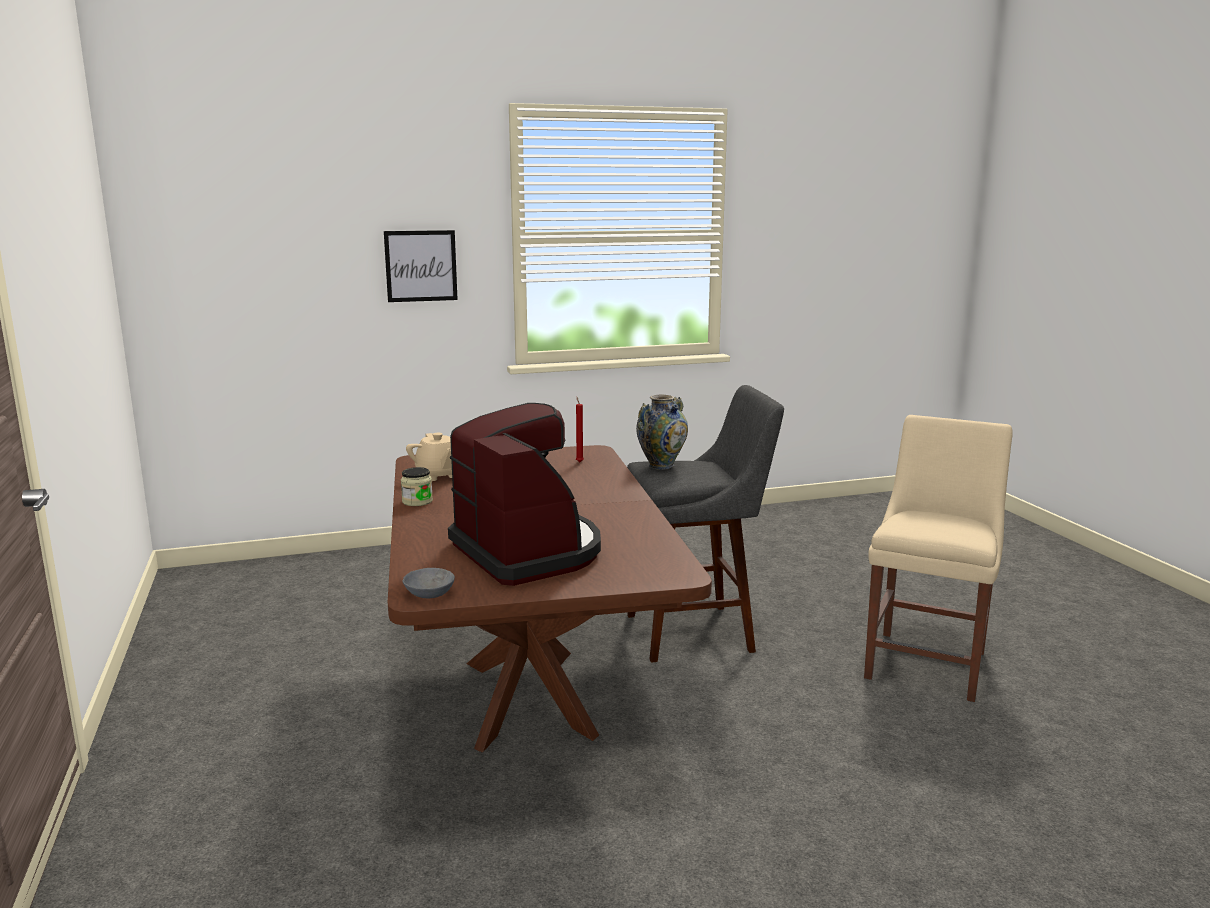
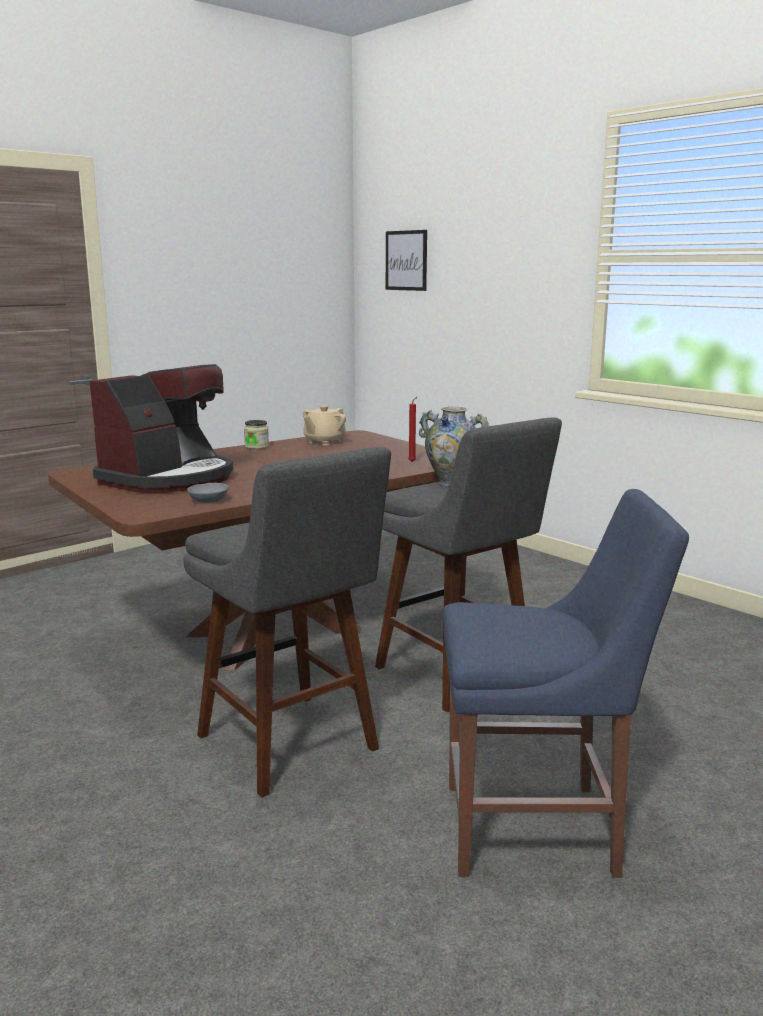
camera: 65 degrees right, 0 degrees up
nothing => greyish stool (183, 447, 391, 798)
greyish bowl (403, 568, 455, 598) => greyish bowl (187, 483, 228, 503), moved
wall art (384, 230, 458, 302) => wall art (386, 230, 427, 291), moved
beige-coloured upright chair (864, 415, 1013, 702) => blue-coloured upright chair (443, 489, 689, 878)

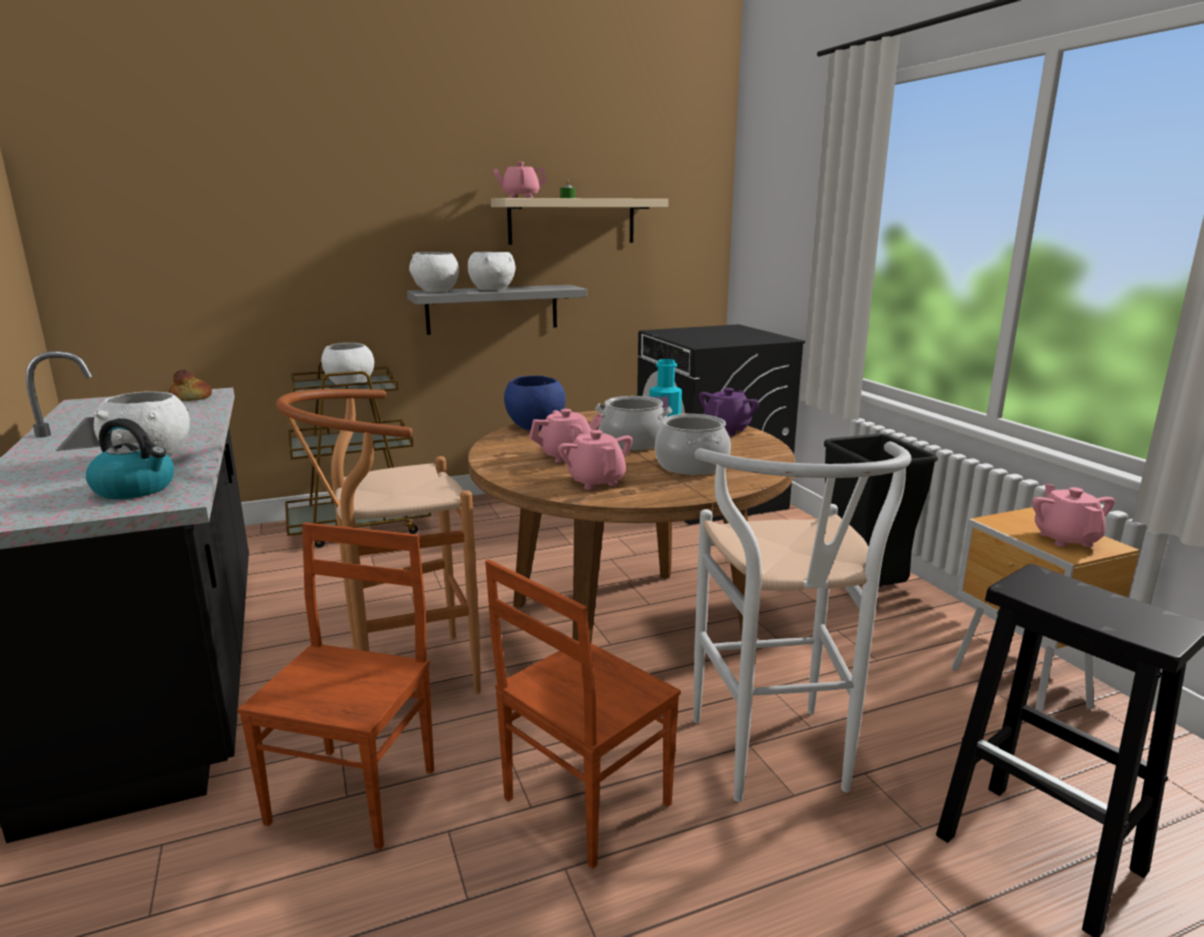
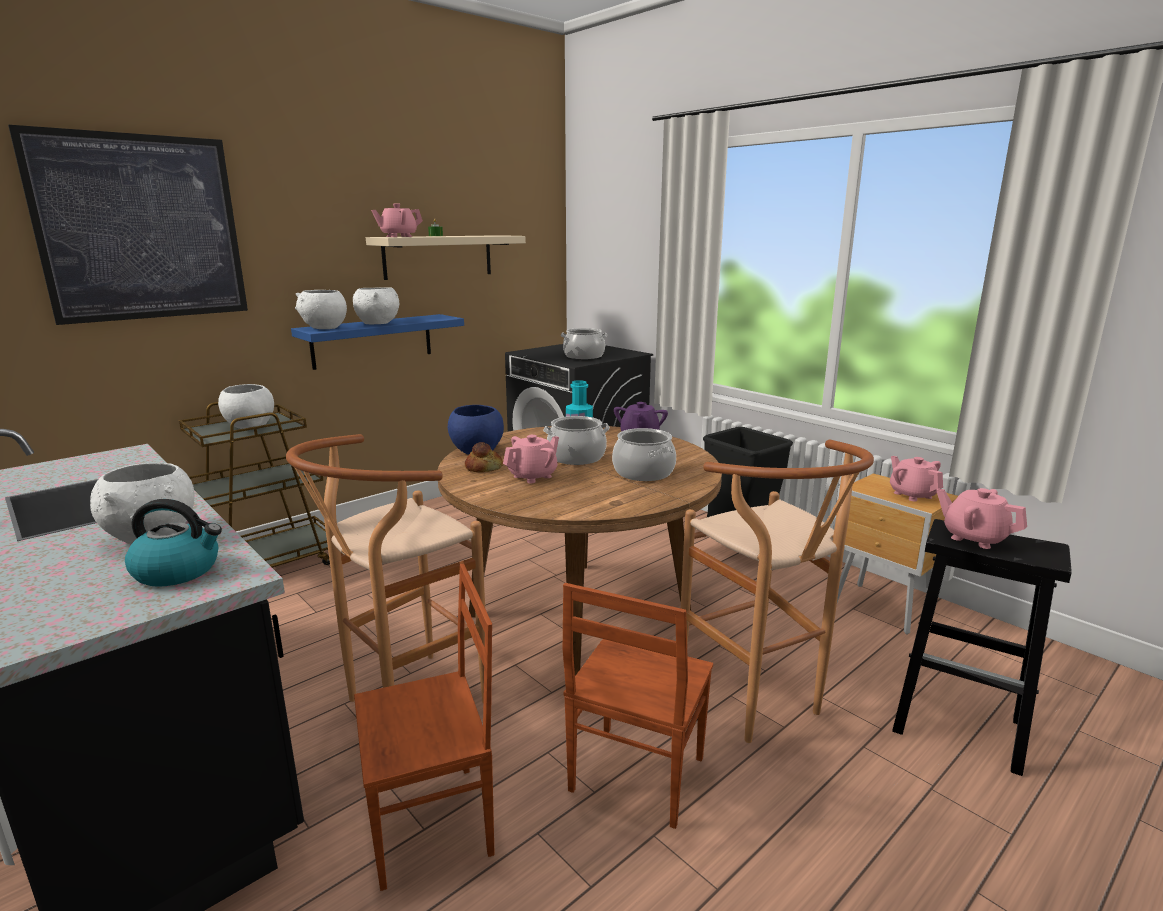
camera: 20 degrees left, 0 degrees up
nothing => wall art (8, 125, 248, 325)
greyish shelf (407, 285, 587, 335) => blue-coloured shelf (291, 314, 464, 370)
brown upright chair (237, 522, 434, 850) => brown upright chair (354, 564, 495, 891), 75 degrees clockwise
bakery bread (168, 370, 212, 401) => bakery bread (465, 442, 503, 472), moved
nothing => stockpot (561, 328, 608, 360)
white-coloured stool (694, 441, 912, 802) => brown stool (681, 440, 874, 743)
pink teapot (558, 430, 633, 490) => pink teapot (936, 488, 1027, 549), moved

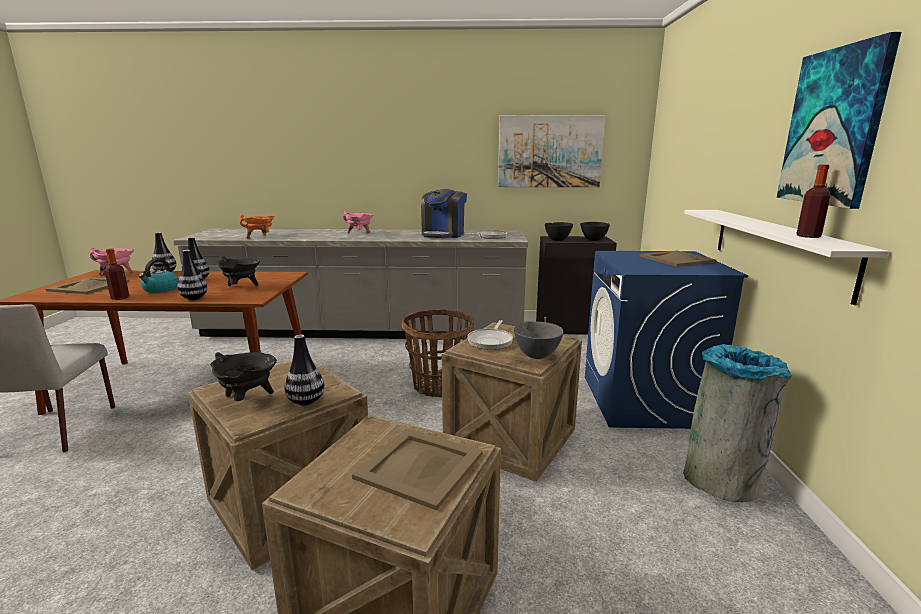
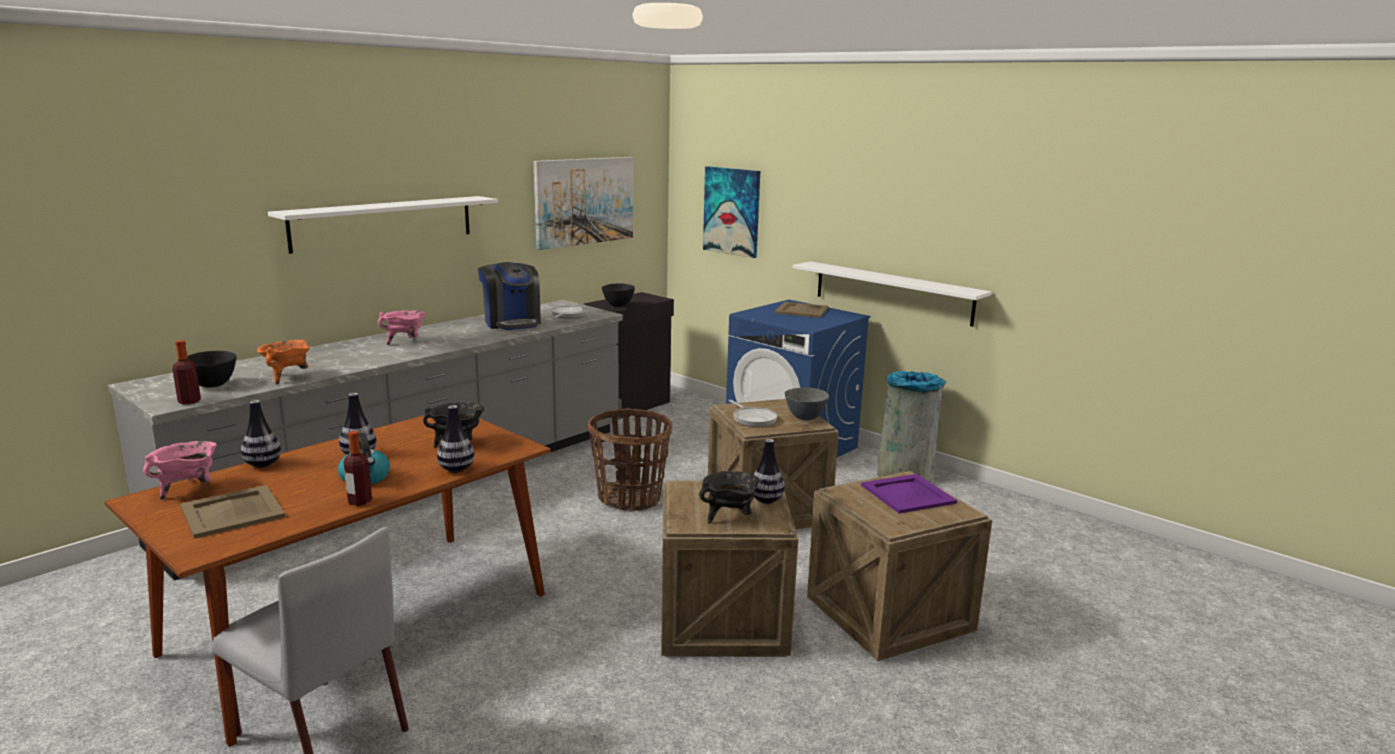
camera: 50 degrees left, 0 degrees up
drink bottle (796, 165, 831, 238) => drink bottle (172, 340, 201, 405), moved
black-coloured bowl (580, 222, 610, 241) => black-coloured bowl (188, 351, 236, 388), moved
nothing => white-coloured shelf (268, 196, 498, 254)
wall art (777, 32, 901, 209) => wall art (703, 166, 760, 258), moved
beige-coloured tray (352, 428, 483, 511) => purple-coloured tray (861, 474, 957, 514)

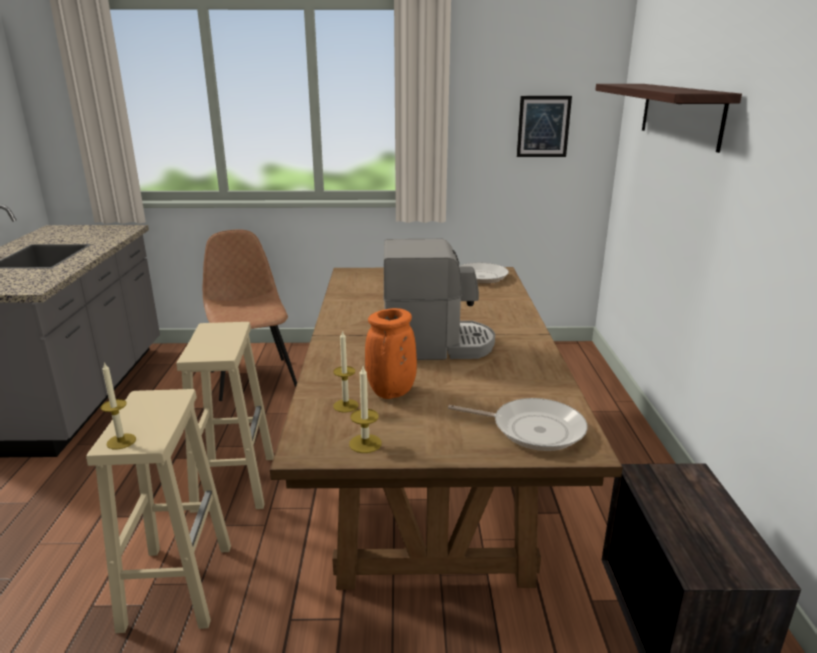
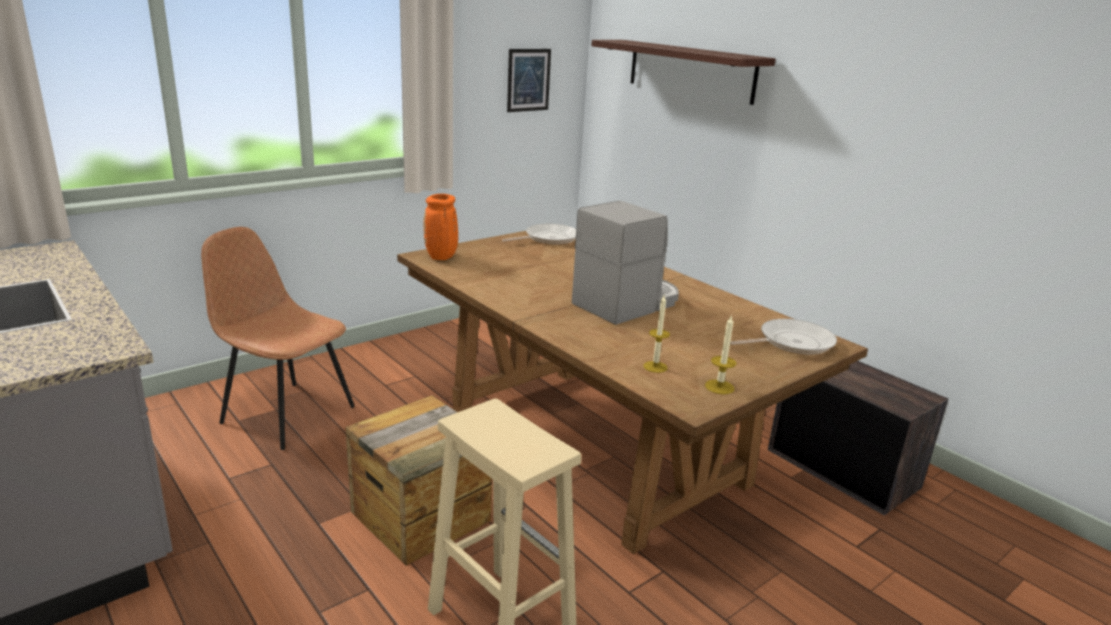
camera: 40 degrees left, 0 degrees up
beige-coloured stool (177, 322, 274, 513) => crate (346, 395, 492, 566)
orange-coloured decorative vase (365, 308, 417, 399) => orange-coloured decorative vase (424, 194, 458, 260), moved
wax candle (101, 362, 136, 450) => nothing

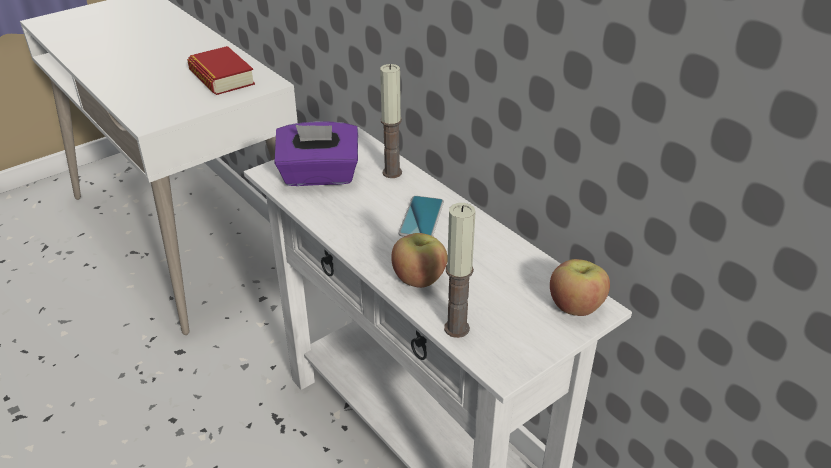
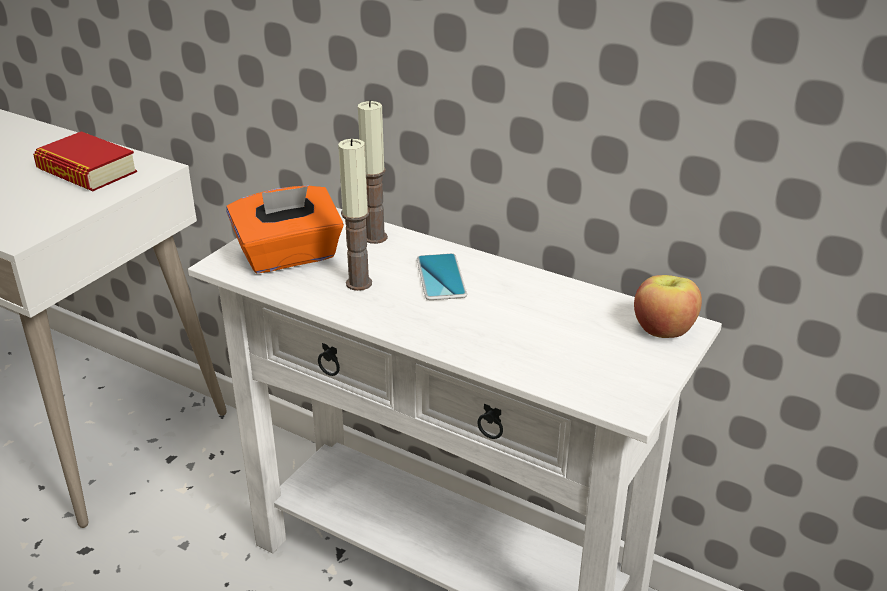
camera: 20 degrees left, 5 degrees down
purple-coloured tissue box (274, 121, 358, 186) => orange-coloured tissue box (226, 186, 344, 274)
wax candle (444, 203, 476, 338) => wax candle (338, 139, 372, 291), moved
whole apple (391, 233, 448, 288) => nothing

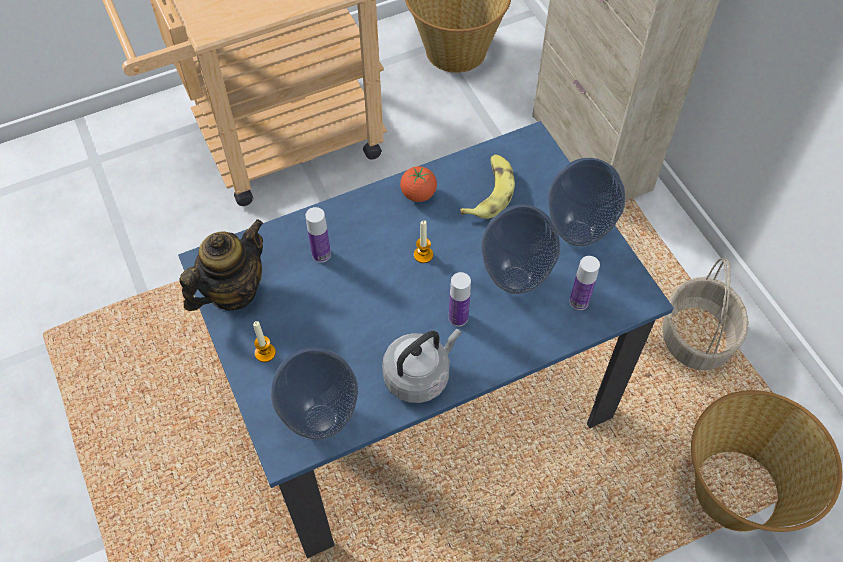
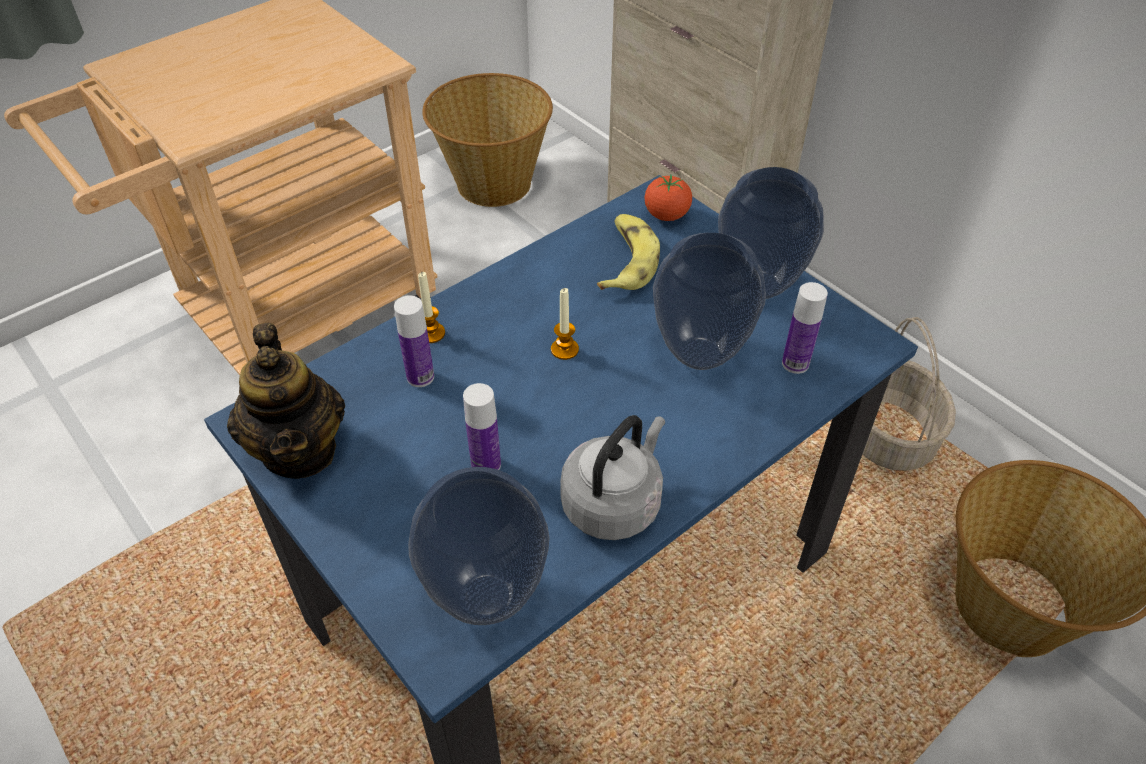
camera: 15 degrees left, 10 degrees down
teapot (179, 219, 263, 311) => teapot (227, 323, 345, 479), 135 degrees clockwise
wax candle (253, 321, 276, 362) => wax candle (418, 272, 445, 343), moved
drink bottle (449, 272, 471, 326) => drink bottle (463, 383, 501, 470), moved
whole tomato (400, 166, 437, 202) => whole tomato (645, 174, 692, 221), moved

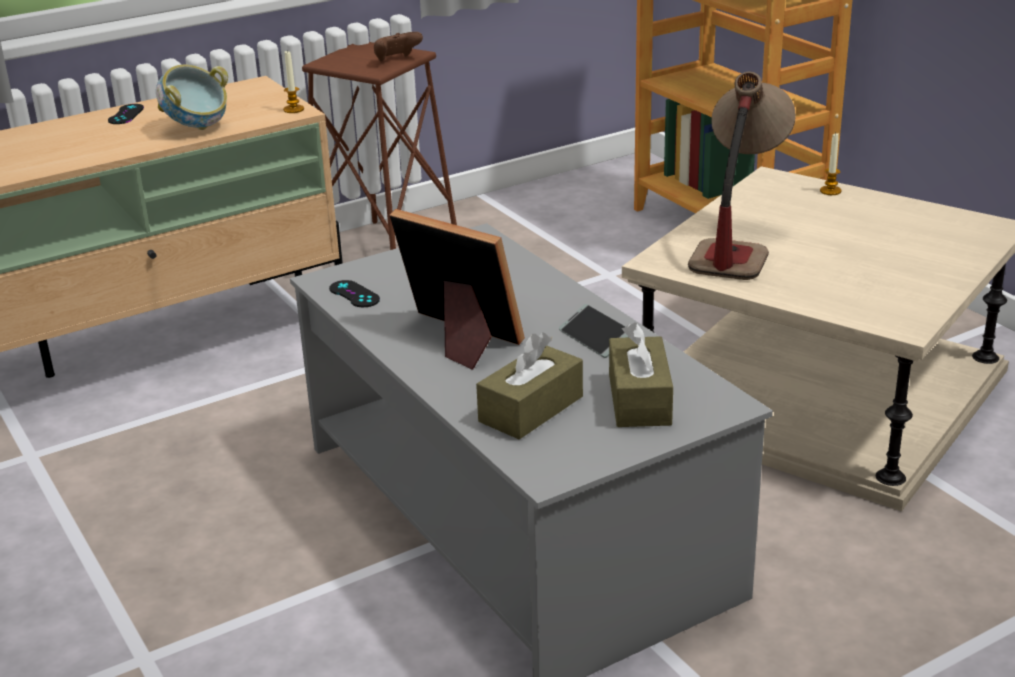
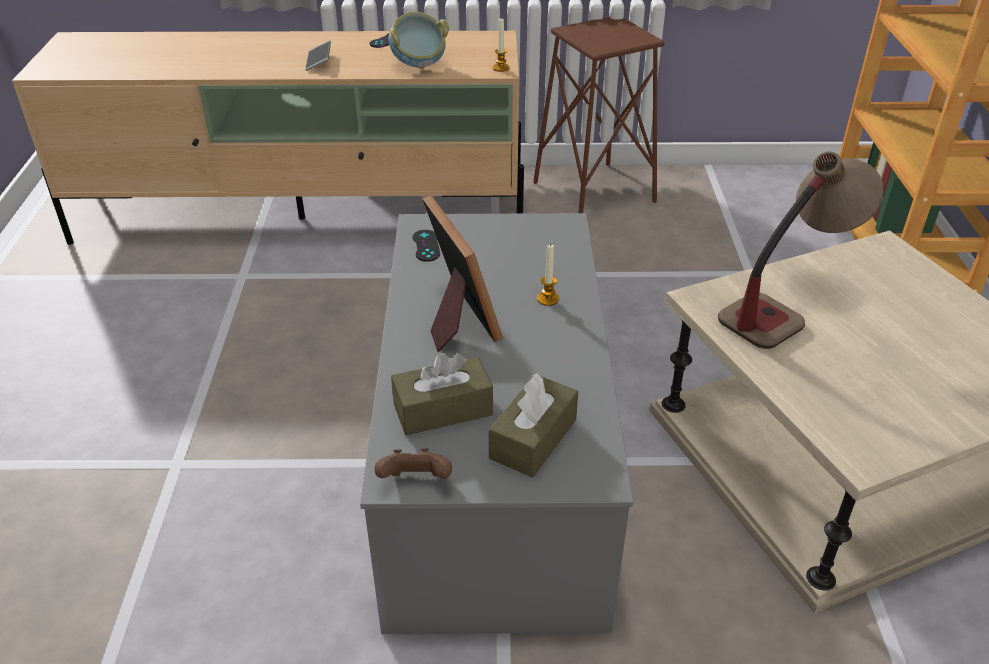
camera: 30 degrees right, 10 degrees up
phone (559, 304, 628, 358) => phone (305, 40, 331, 71), moved
brown joypad (374, 32, 423, 62) => brown joypad (375, 448, 452, 479), moved
wax candle (820, 133, 842, 195) => wax candle (537, 244, 559, 306), moved

